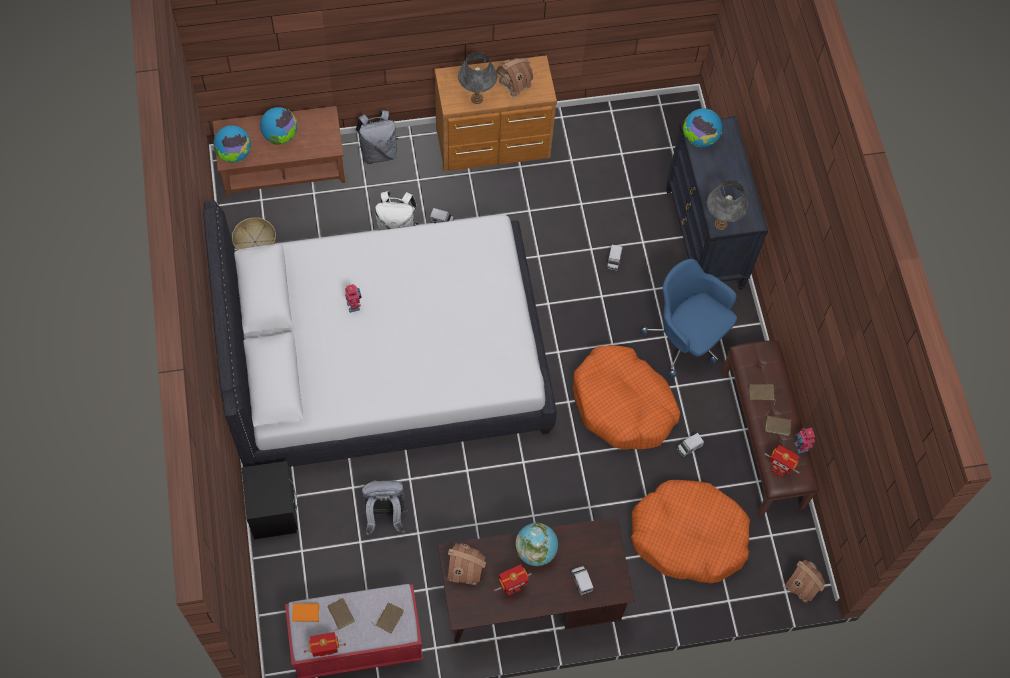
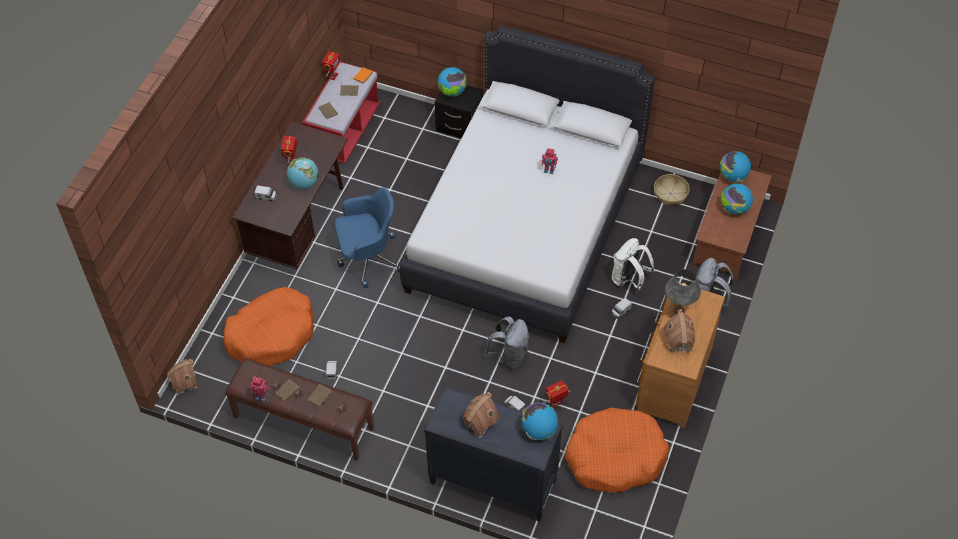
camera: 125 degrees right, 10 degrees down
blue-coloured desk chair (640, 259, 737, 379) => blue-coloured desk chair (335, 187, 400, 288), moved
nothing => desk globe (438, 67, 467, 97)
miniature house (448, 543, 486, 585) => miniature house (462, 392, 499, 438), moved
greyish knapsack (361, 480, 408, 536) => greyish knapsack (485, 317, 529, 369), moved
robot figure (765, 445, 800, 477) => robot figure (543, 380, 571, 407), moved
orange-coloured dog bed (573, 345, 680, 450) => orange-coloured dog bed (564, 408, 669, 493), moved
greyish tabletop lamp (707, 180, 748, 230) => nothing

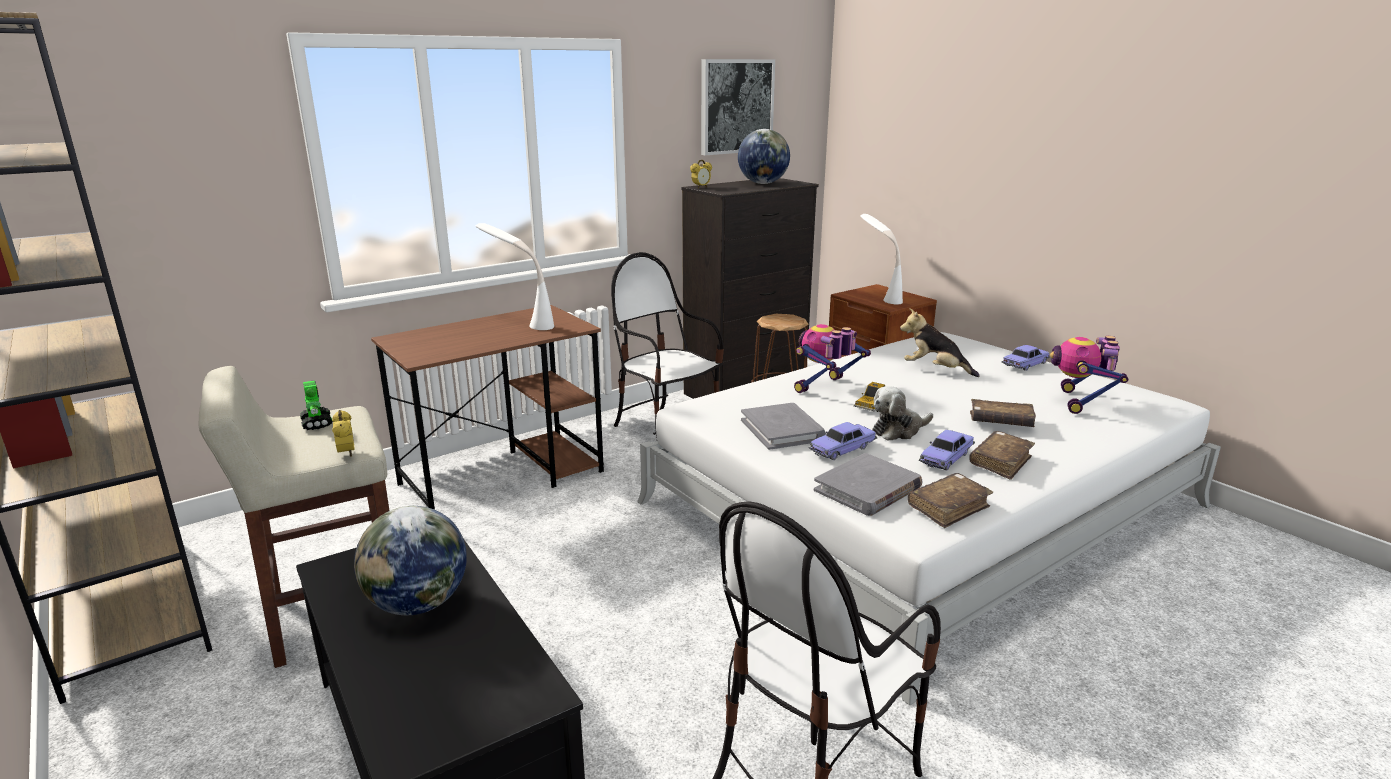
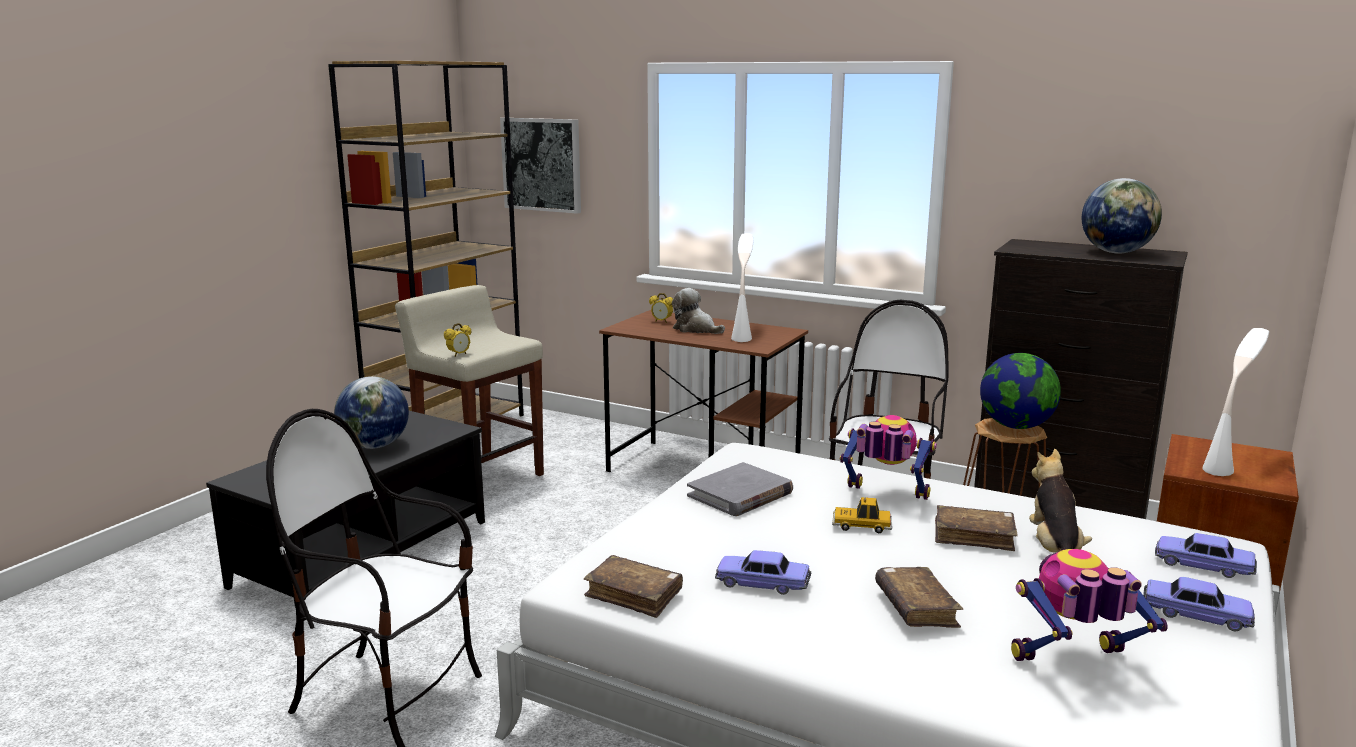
camera: 65 degrees right, 5 degrees down
wall art (701, 59, 775, 155) => wall art (500, 118, 581, 214), moved
bedside clock (690, 160, 712, 188) => bedside clock (649, 293, 673, 323), moved
soft toy (872, 386, 933, 441) => soft toy (672, 288, 725, 334), moved
brown book (969, 431, 1035, 480) => brown book (935, 505, 1017, 551), moved
nothing => desk globe (980, 353, 1061, 429)
toy car (809, 422, 877, 460) => toy car (1155, 533, 1257, 578), moved
robot figure (300, 380, 332, 430) => nothing
greyish book (814, 453, 923, 516) => nothing

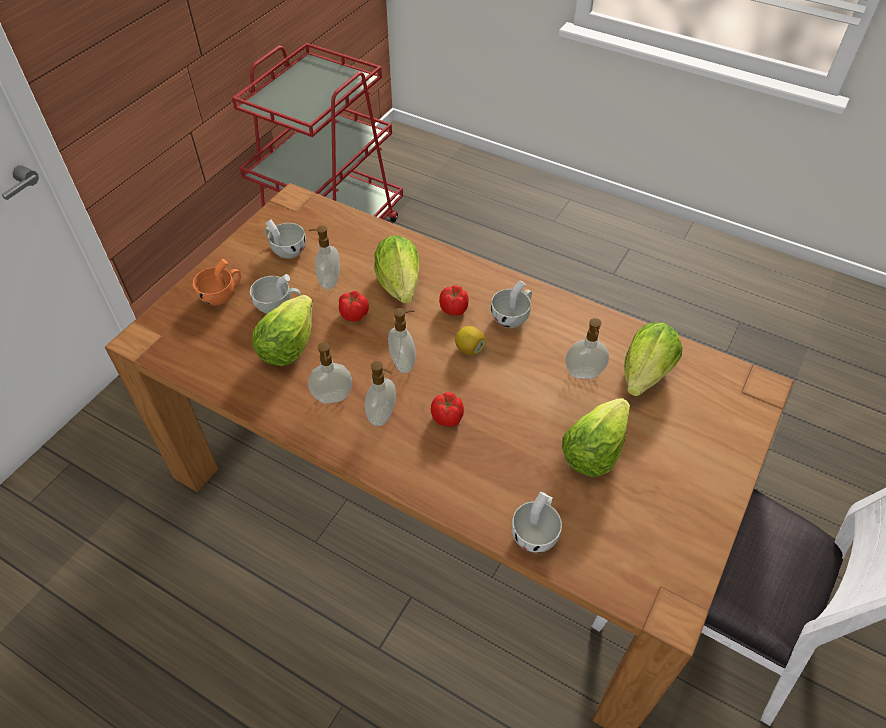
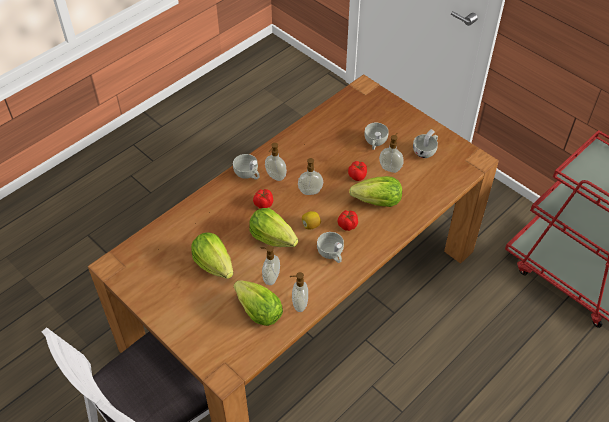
camera: 105 degrees right, 0 degrees up
white-coloured drinking cup (511, 492, 562, 553) => white-coloured drinking cup (233, 154, 260, 179), moved
head of lettuce (252, 295, 313, 366) => head of lettuce (249, 208, 298, 247), moved
soap bottle (308, 342, 352, 404) => soap bottle (290, 272, 308, 312), moved
orange-coloured drinking cup (193, 259, 241, 305) => nothing

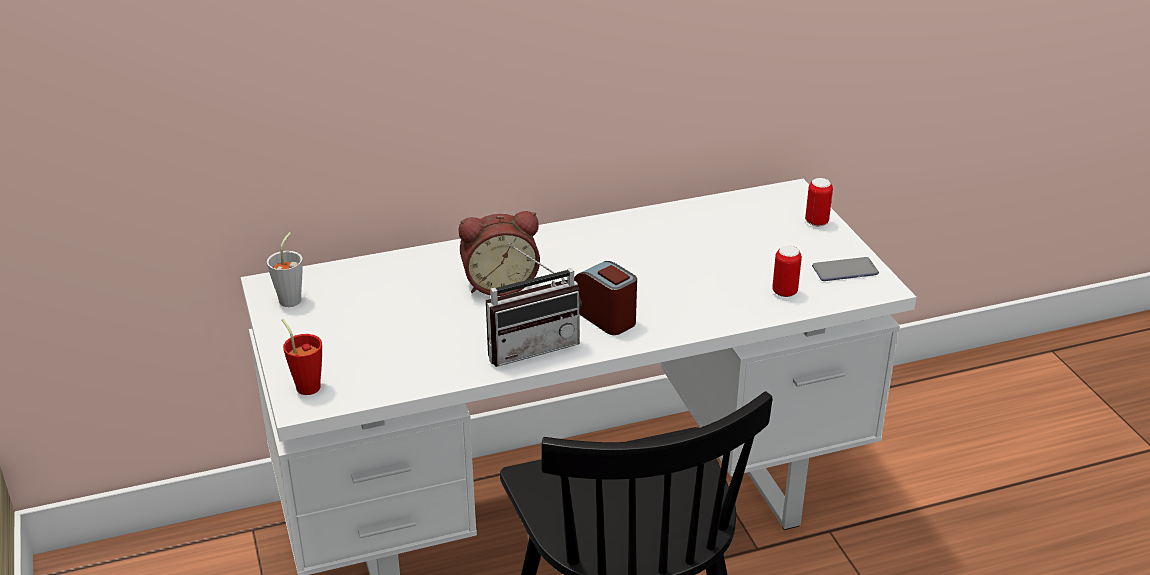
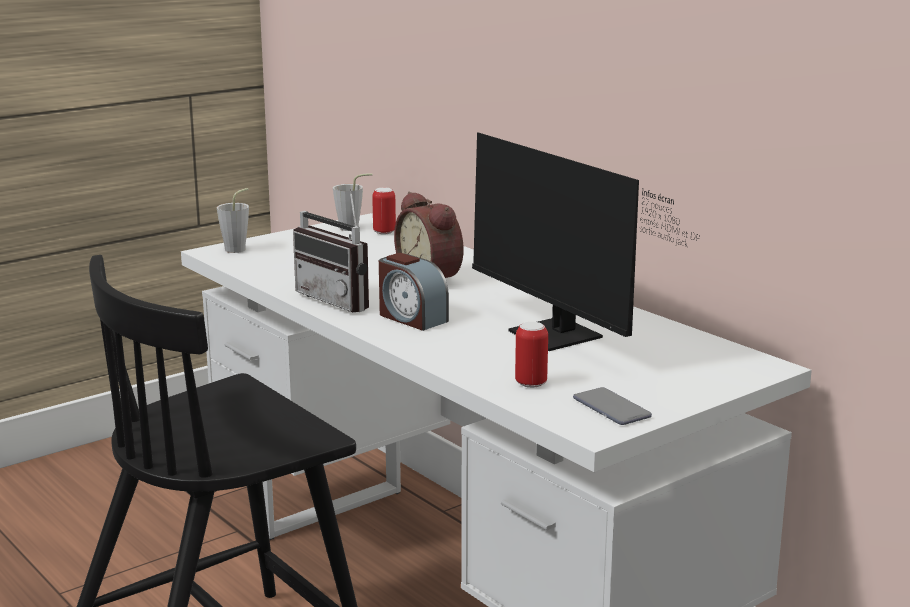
camera: 70 degrees right, 15 degrees down
red drinking cup (281, 319, 322, 395) => greyish drinking cup (217, 188, 249, 253)
metal can (805, 178, 833, 226) => metal can (372, 187, 396, 234), moved
bedside clock (574, 261, 637, 335) => bedside clock (379, 253, 449, 331), 105 degrees clockwise
nothing => computer screen (472, 132, 700, 351)

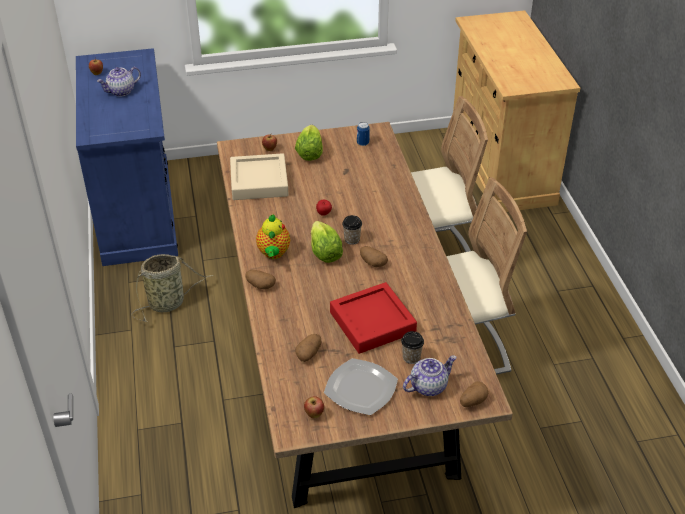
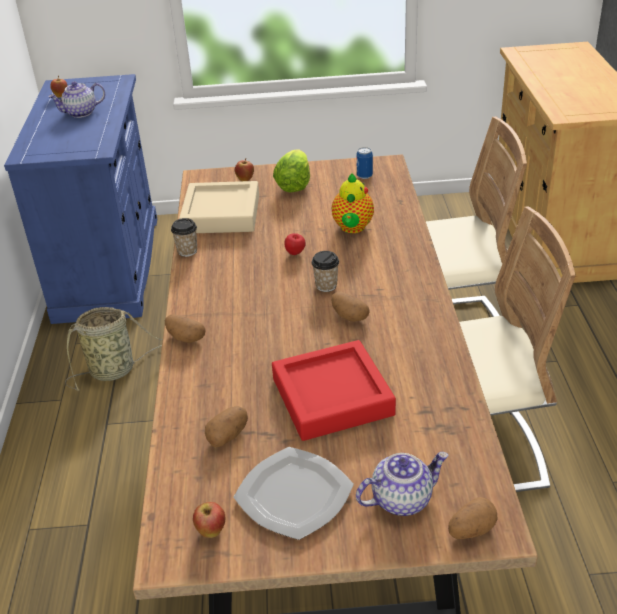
camera: 10 degrees right, 5 degrees down
drinking cup (401, 331, 424, 364) => drinking cup (171, 218, 197, 257), moved
teapot (256, 214, 290, 259) => teapot (332, 173, 374, 233), moved
head of lettuce (311, 221, 343, 263) => nothing

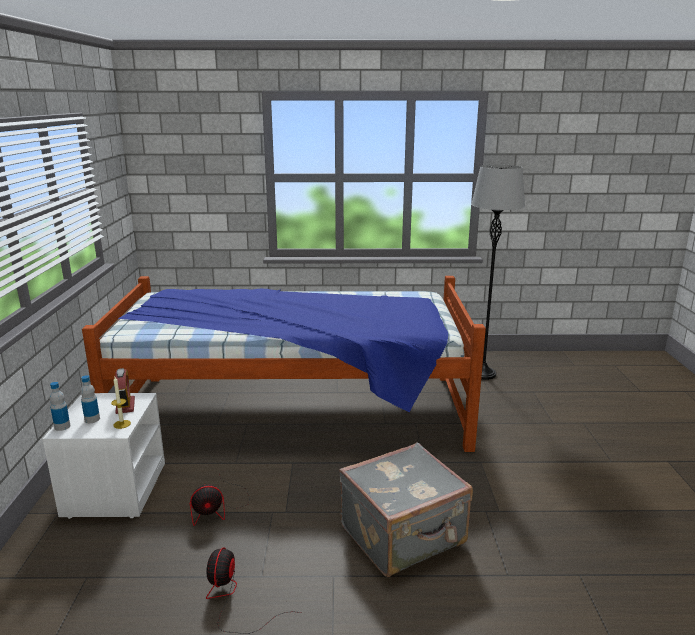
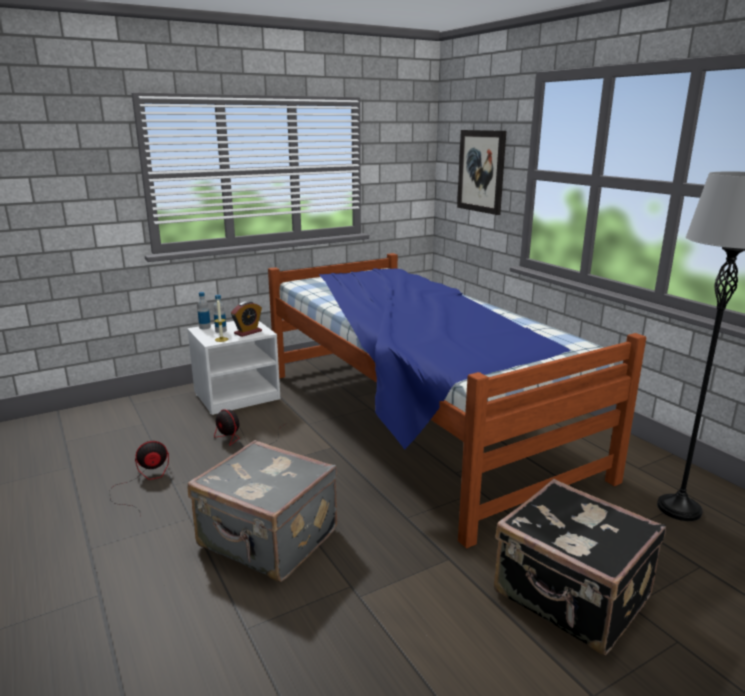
camera: 60 degrees right, 0 degrees up
nothing => wall art (457, 130, 506, 215)
nothing => black-coloured suitcase (494, 479, 666, 655)

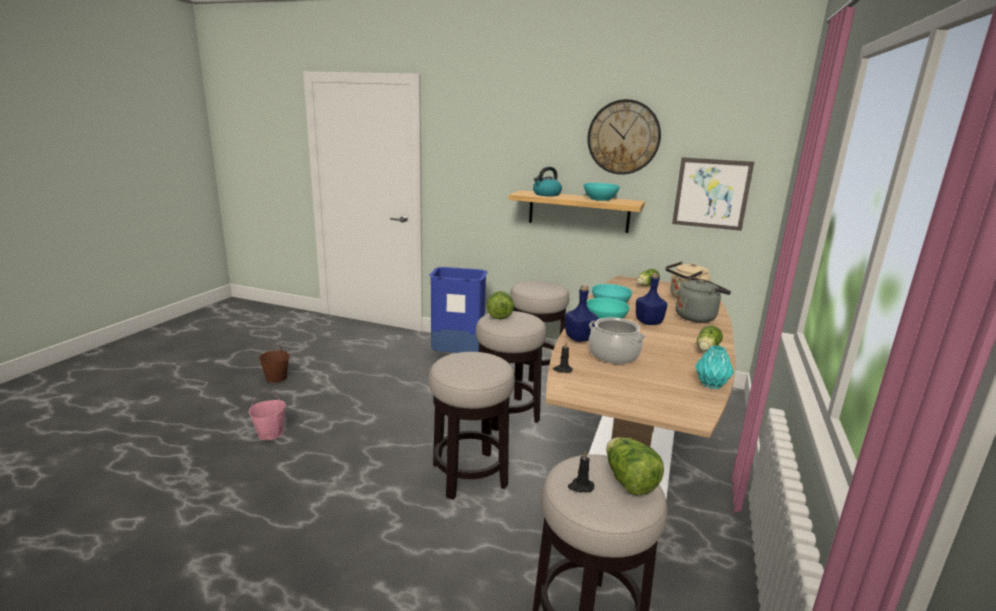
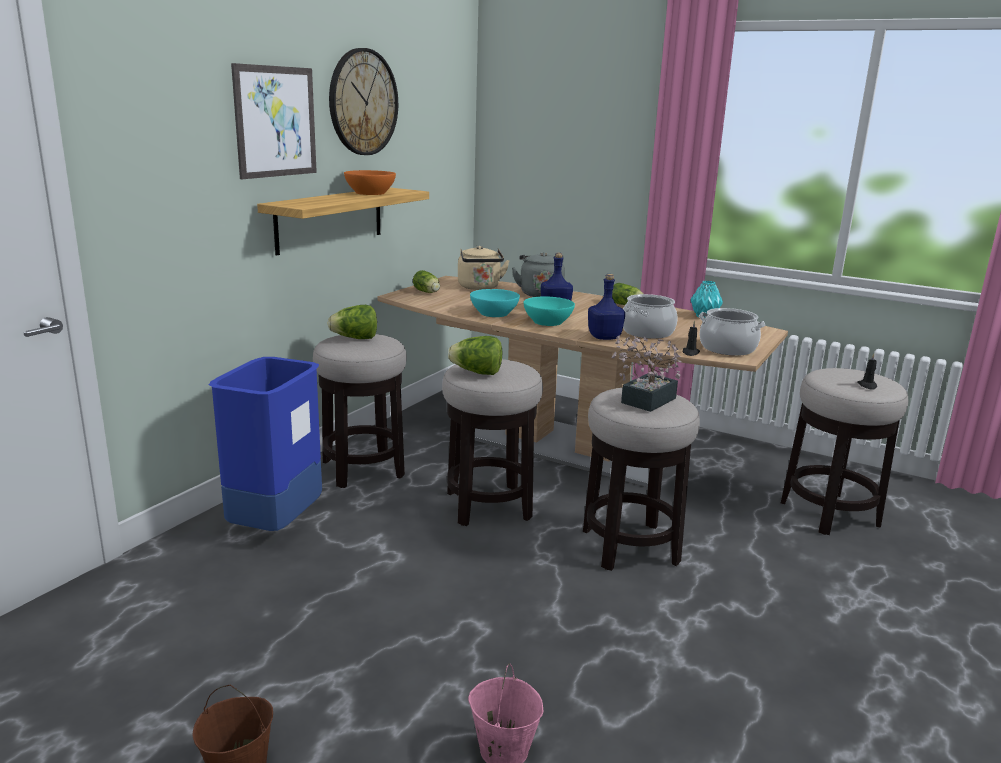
camera: 80 degrees left, 0 degrees up
wall art (672, 157, 754, 231) => wall art (231, 63, 317, 179), moved
head of lettuce (606, 437, 664, 495) => head of lettuce (327, 305, 377, 339), moved
turquoise bowl (584, 183, 620, 201) => orange-coloured bowl (344, 170, 396, 195)
nothing => potted plant (611, 335, 682, 412)
nothing => stockpot (699, 308, 765, 356)
water kettle (533, 167, 562, 196) => nothing

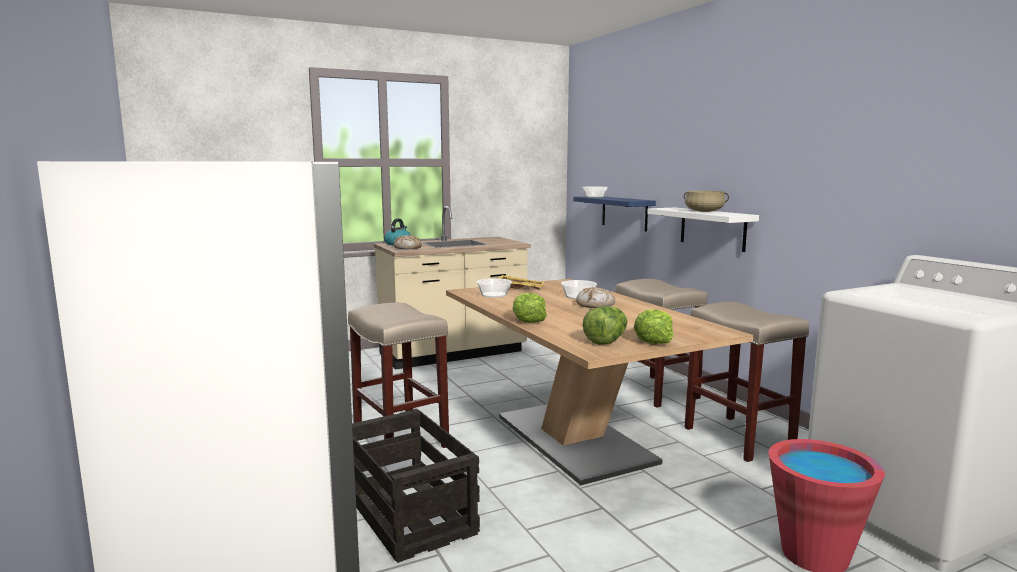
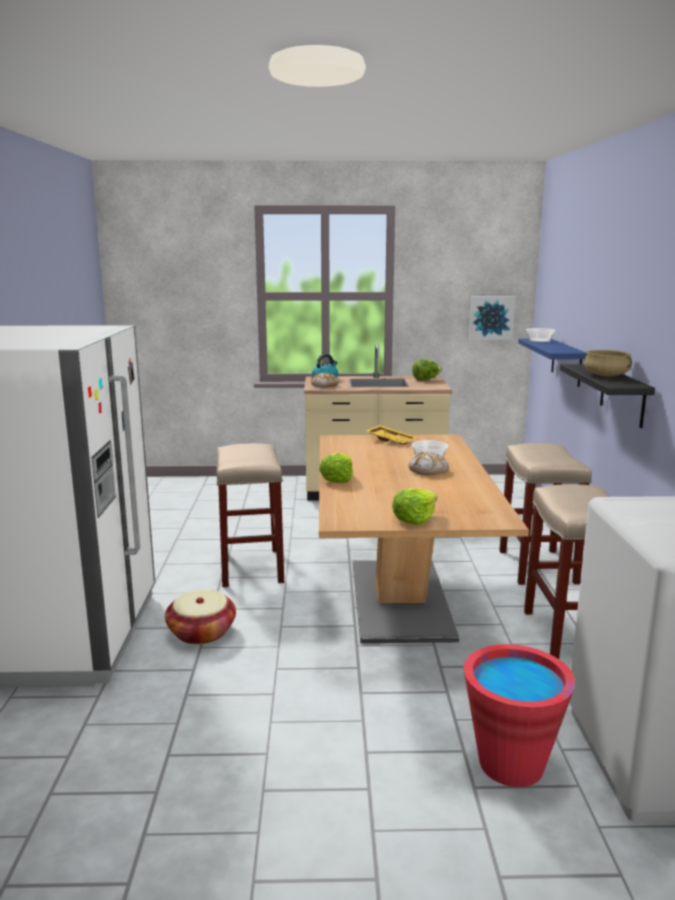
camera: 25 degrees right, 5 degrees up
crate (352, 409, 480, 563) => storage basket (165, 590, 236, 645)
head of lettuce (583, 306, 628, 345) => head of lettuce (412, 359, 442, 381), moved
nothing => wall art (469, 296, 515, 340)
white-coloured shelf (647, 207, 759, 252) => black-coloured shelf (560, 364, 655, 428)
bowl (477, 278, 512, 298) => nothing

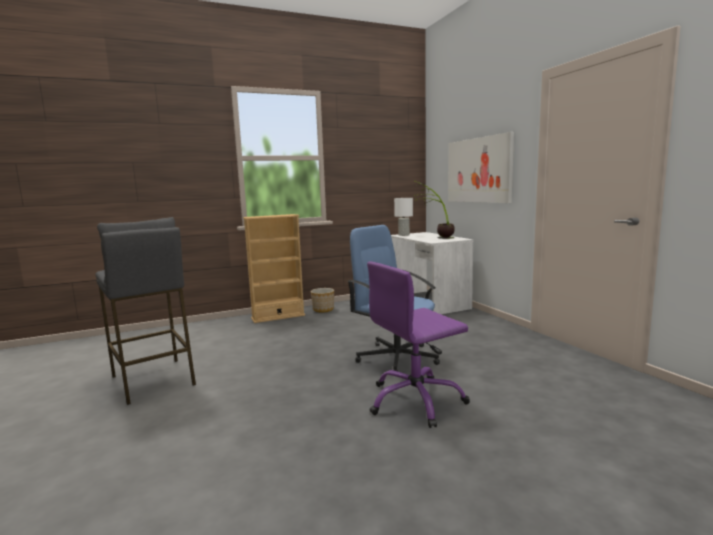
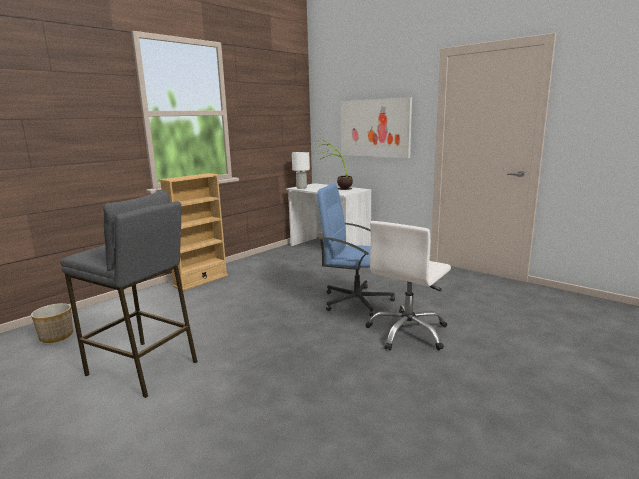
camera: 25 degrees left, 5 degrees up
flower pot (311, 288, 334, 312) => flower pot (31, 303, 73, 343), moved
purple-coloured desk chair (367, 262, 470, 428) => white-coloured desk chair (366, 221, 451, 350)

